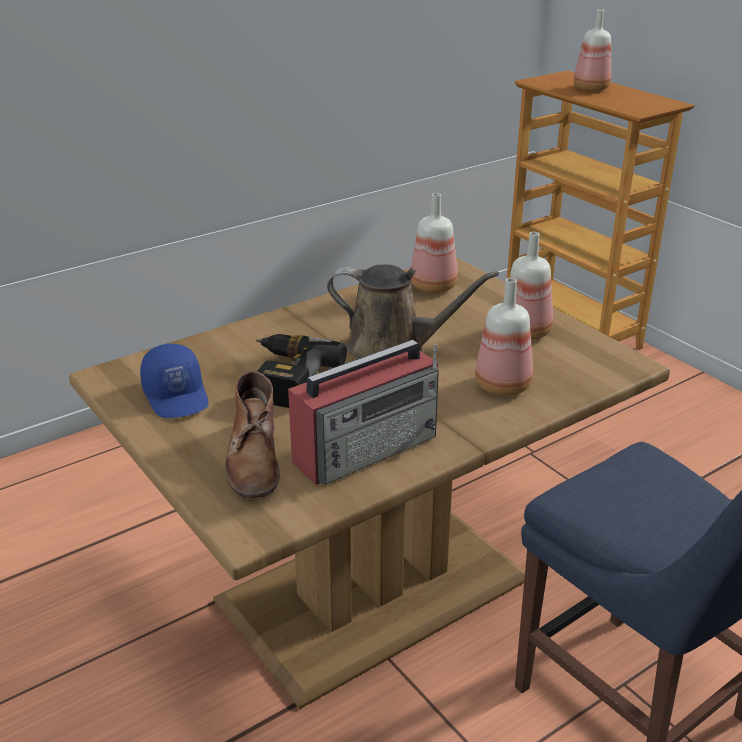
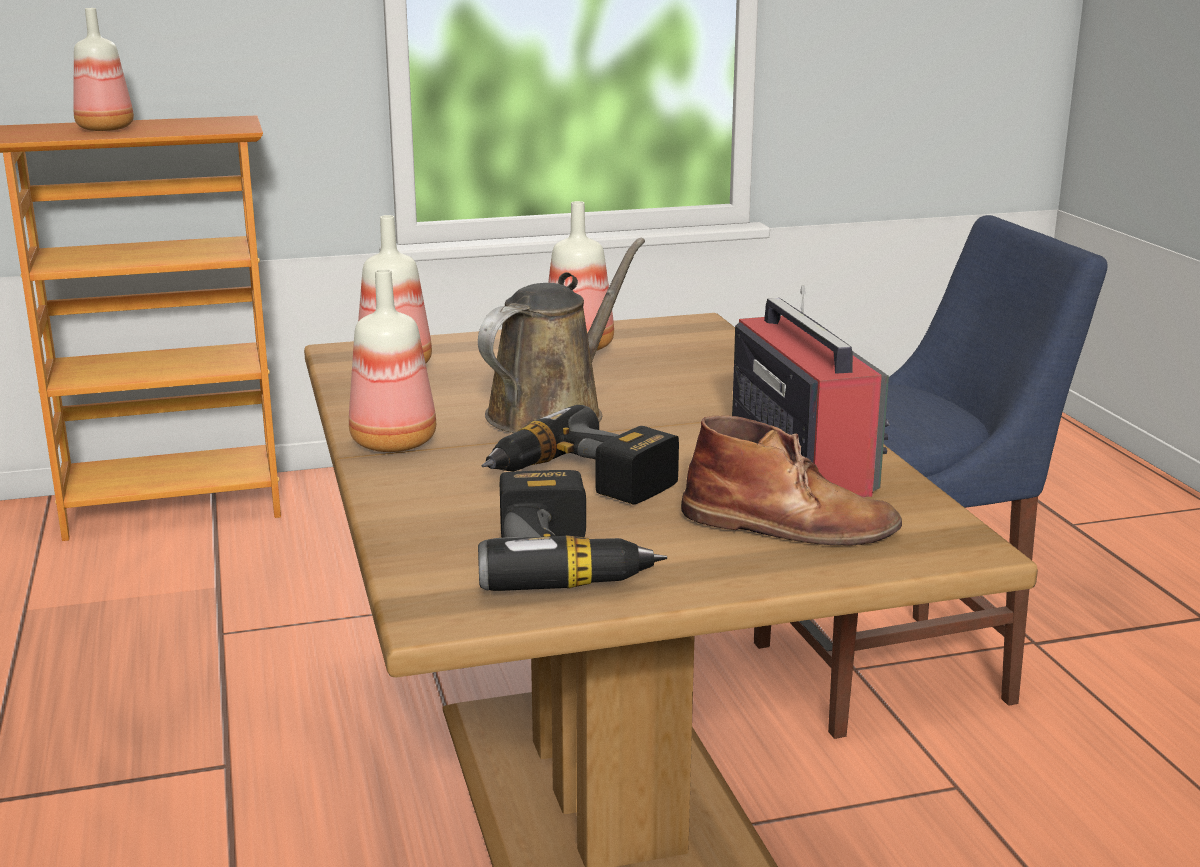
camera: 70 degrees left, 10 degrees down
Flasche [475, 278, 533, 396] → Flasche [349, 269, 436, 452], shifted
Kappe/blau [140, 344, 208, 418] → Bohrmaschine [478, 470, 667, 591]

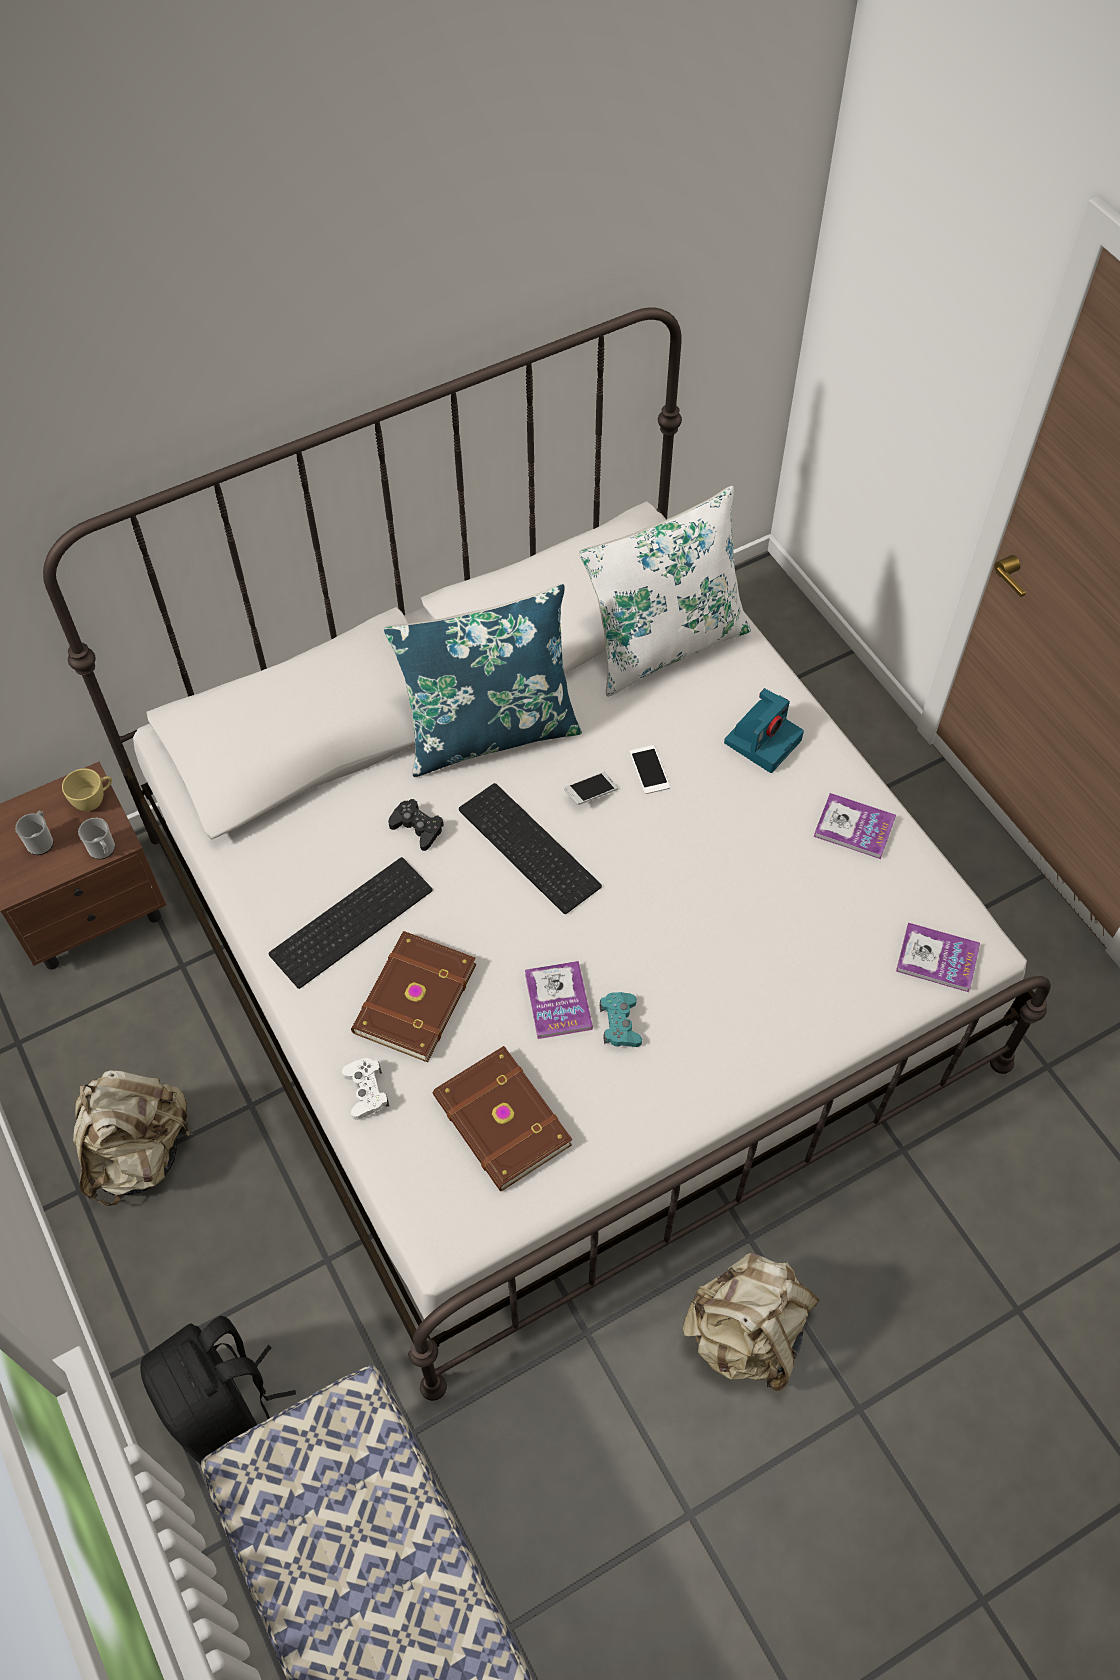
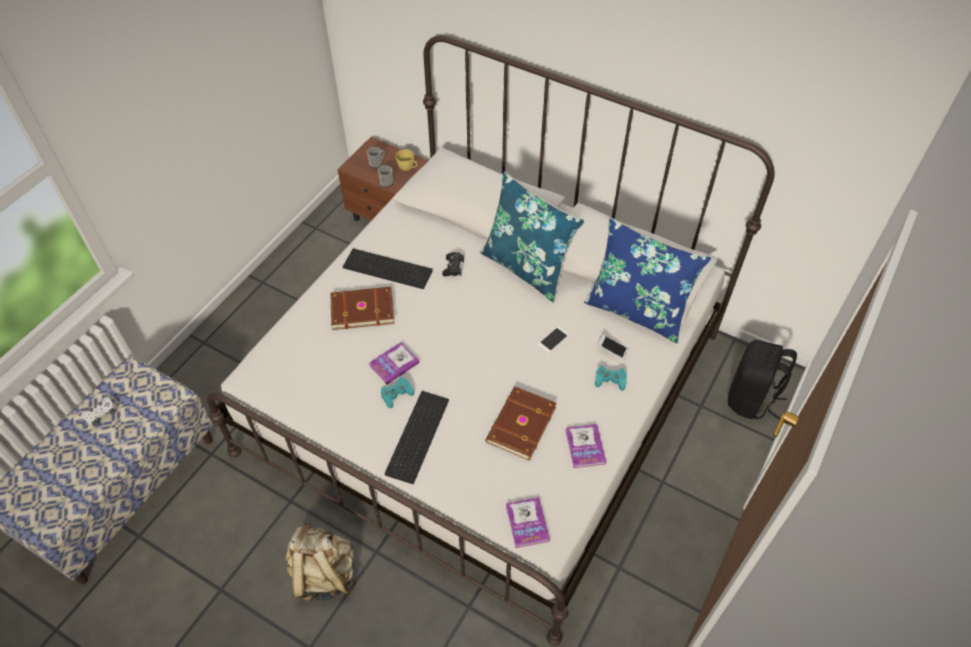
camera: 60 degrees right, 5 degrees down
Rucksack/beige [73, 1070, 194, 1206] → -
Rucksack/schwarz [140, 1316, 296, 1464] → Rucksack/schwarz [728, 340, 797, 420], shifted
Gamepad/weiß [342, 1058, 389, 1120] → Gamepad/weiß [81, 397, 115, 426], shifted
Buch/braun [433, 1046, 572, 1191] → Buch/braun [485, 387, 556, 461], shifted
Tastatur [459, 783, 602, 914] → Tastatur [384, 391, 449, 484], shifted
Handy [564, 772, 619, 805] → Handy [597, 334, 629, 360], shifted
Kamera [724, 688, 804, 773] → Gamepad/türkis [595, 366, 627, 391]
Kissen/weiß [579, 486, 751, 697] → Kissen/blau [584, 218, 711, 343]

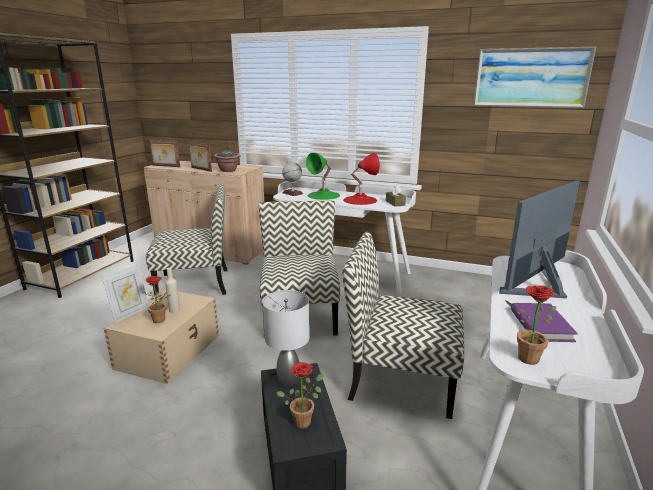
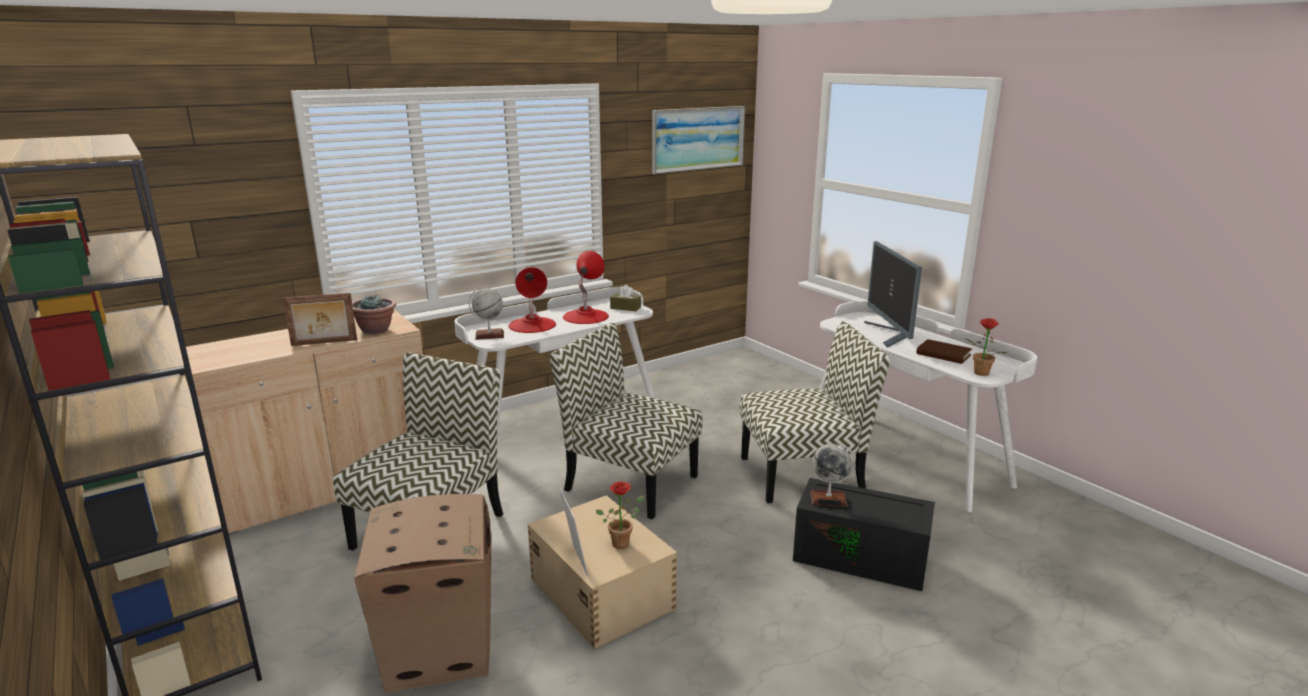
camera: 55 degrees left, 0 degrees up
Bilderrahmen [149, 140, 180, 167] → -
Flasche/beige [165, 268, 180, 313] → -
Topfpflanze [276, 362, 324, 429] → -
- → Karton [354, 494, 492, 693]
Tischlampe/grau [263, 290, 310, 388] → Globus [810, 444, 855, 507]
Tischlampe/grün [306, 153, 340, 200] → Tischlampe/rot [508, 267, 556, 333]
Buch/lila [511, 303, 578, 342] → Buch/braun [916, 339, 972, 364]
Stuhl [342, 232, 464, 419] → Stuhl [740, 321, 890, 503], 150 degrees counterclockwise

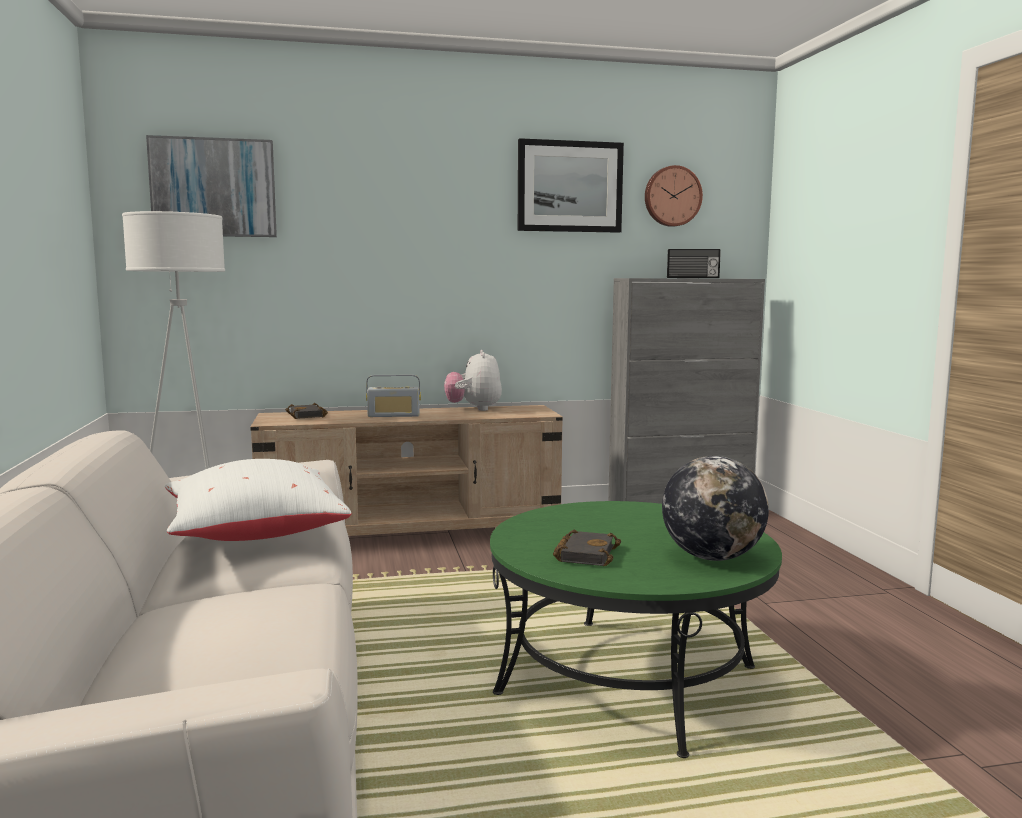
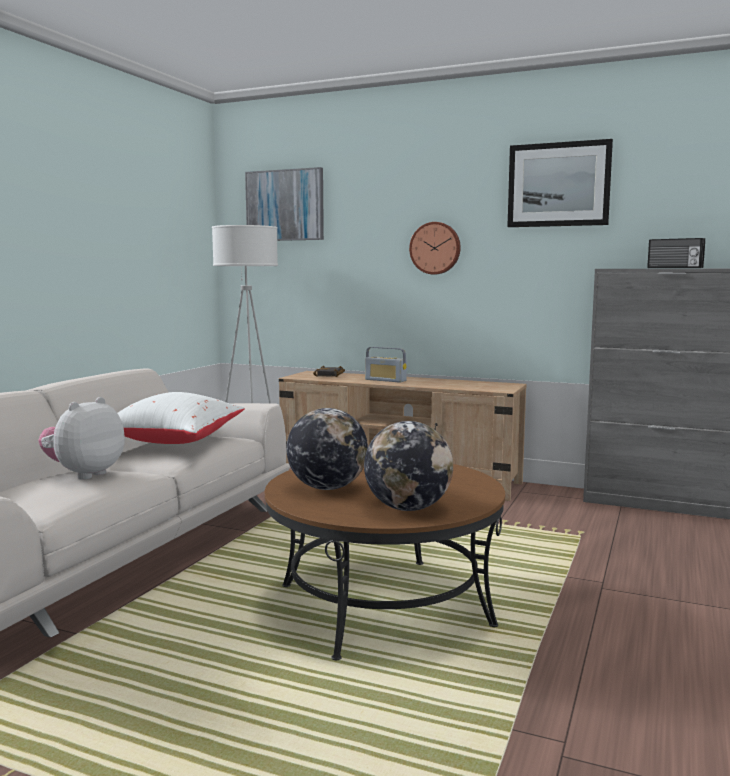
camera: 35 degrees right, 0 degrees up
Plüschtier [444, 350, 502, 411] → Plüschtier [38, 397, 125, 480], shifted
Wanduhr [645, 165, 703, 227] → Wanduhr [409, 222, 461, 274], shifted
Buch/schwarz [553, 529, 621, 566] → Globus [287, 408, 368, 490]
Couchtisch/grün [490, 501, 782, 758] → Couchtisch/braun [265, 464, 505, 660]

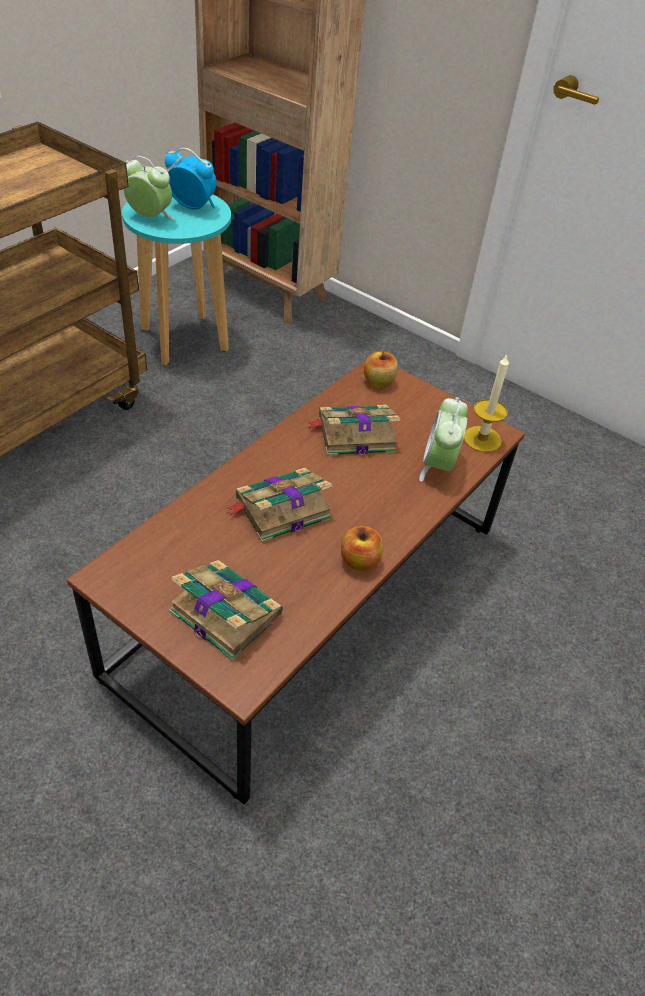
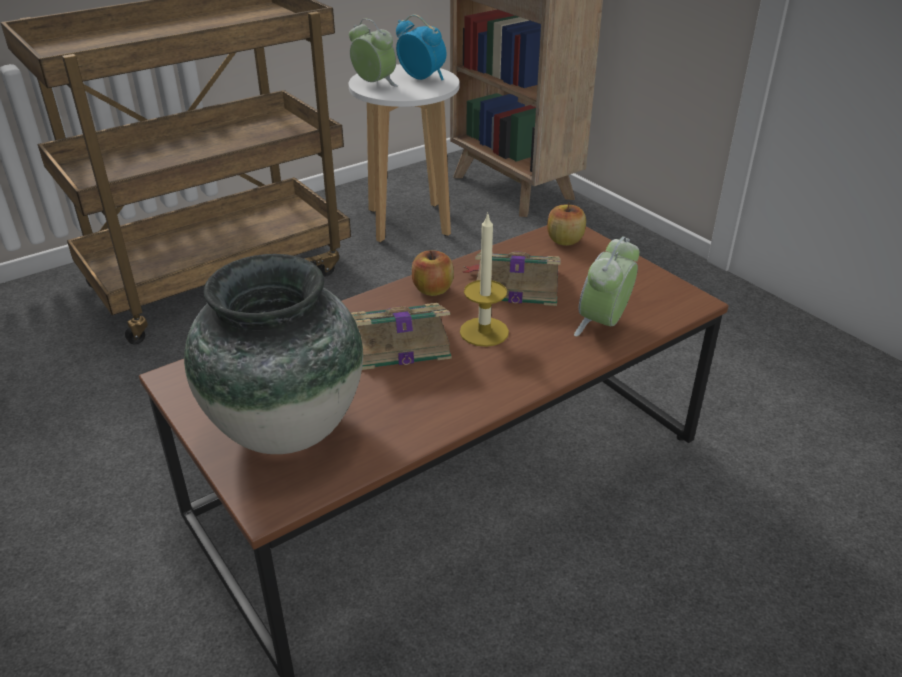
camera: 20 degrees right, 10 degrees down
Apfel [341, 526, 383, 571] → Apfel [412, 250, 454, 296], shifted
Kerze [464, 354, 509, 452] → Kerze [460, 212, 509, 347], shifted
Buch [169, 560, 283, 661] → Vase [184, 254, 363, 454]
Hocker/türkis [122, 194, 231, 365] → Hocker/weiß [349, 64, 459, 242]

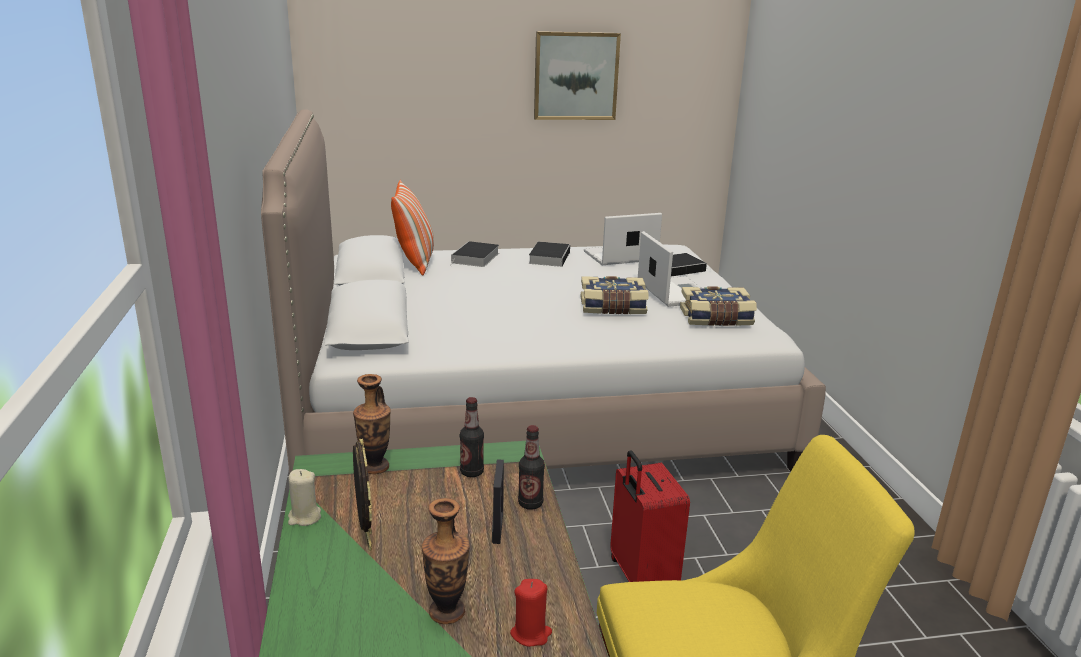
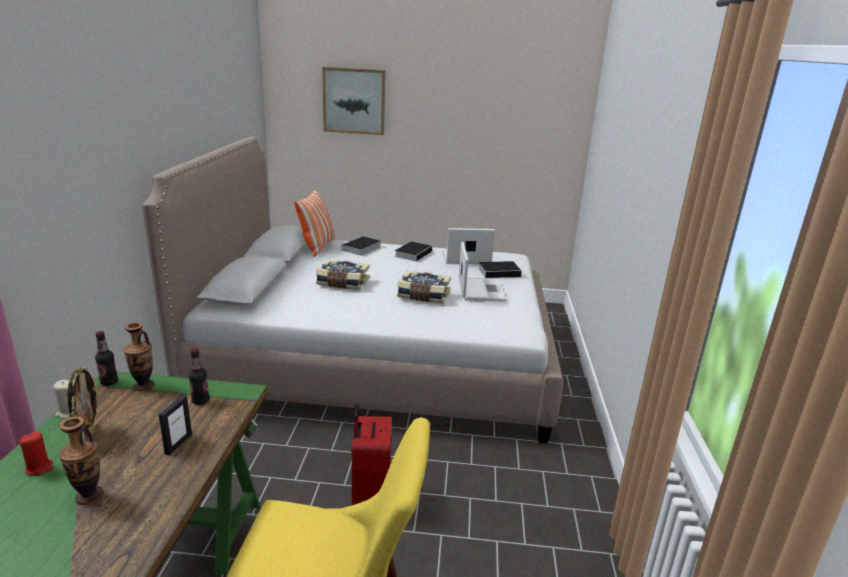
camera: 15 degrees right, 0 degrees up
Kerze/rot [510, 579, 552, 647] → Kerze/rot [20, 432, 53, 476], shifted
Flasche [518, 425, 545, 510] → Flasche [95, 331, 118, 386], shifted
Bild [534, 31, 621, 120] → Bild [322, 67, 385, 135], shifted
Buch [680, 286, 757, 326] → Buch [316, 259, 369, 290], shifted

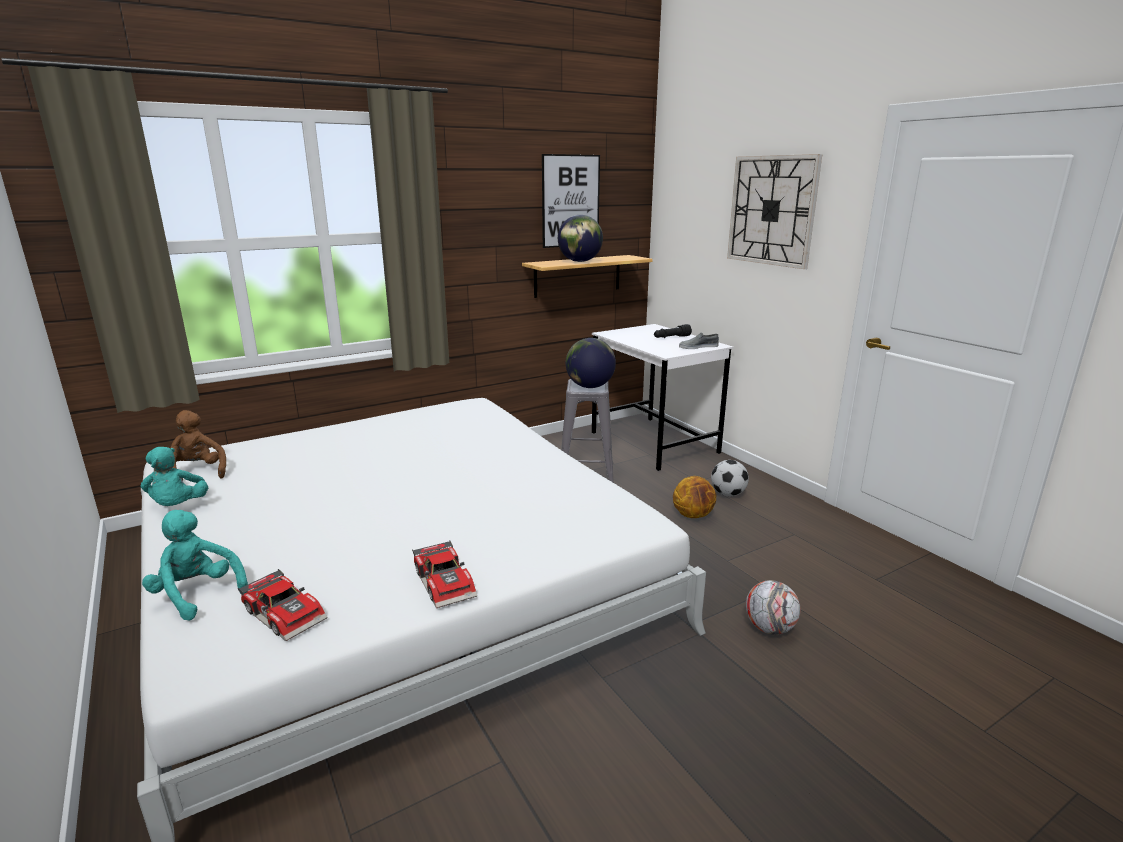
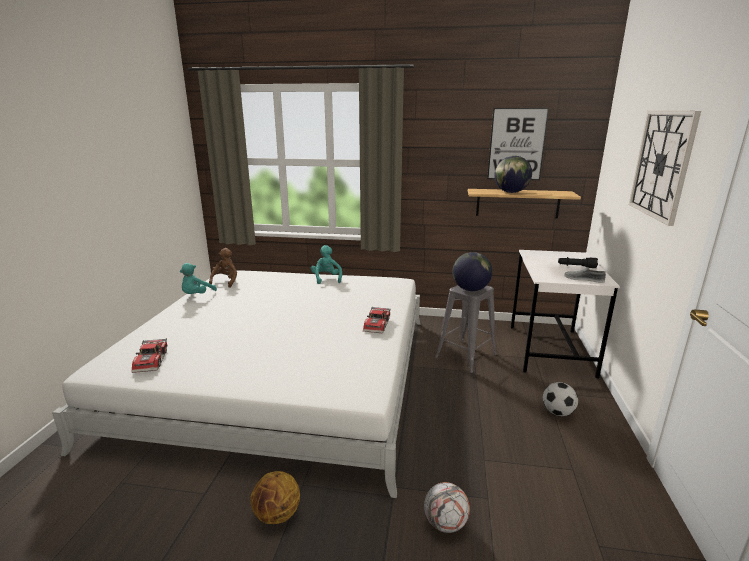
camera: 40 degrees right, 0 degrees up
Plüschtier/türkis [142, 510, 248, 620] → Plüschtier/türkis [311, 245, 342, 284], shifted
Spielzeugauto [412, 540, 477, 608] → Spielzeugauto [363, 307, 391, 334], shifted
Basketball [673, 476, 716, 518] → Basketball [250, 471, 300, 524], shifted

